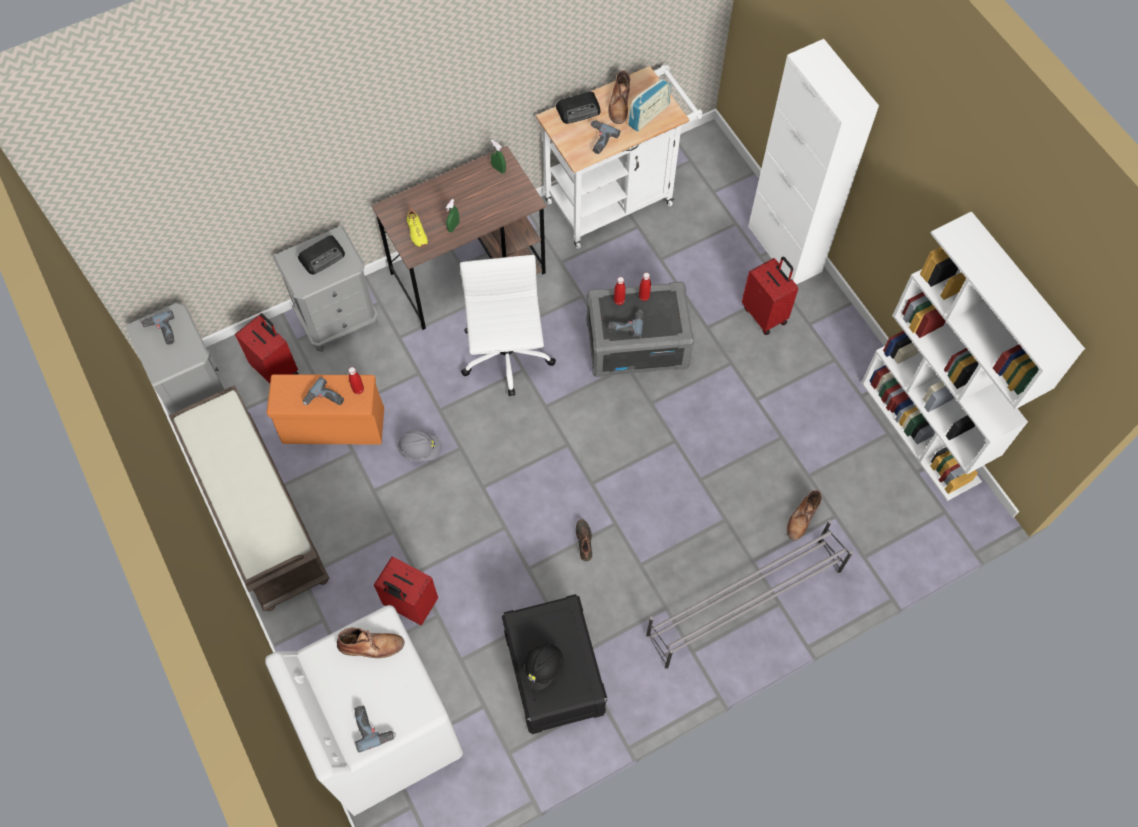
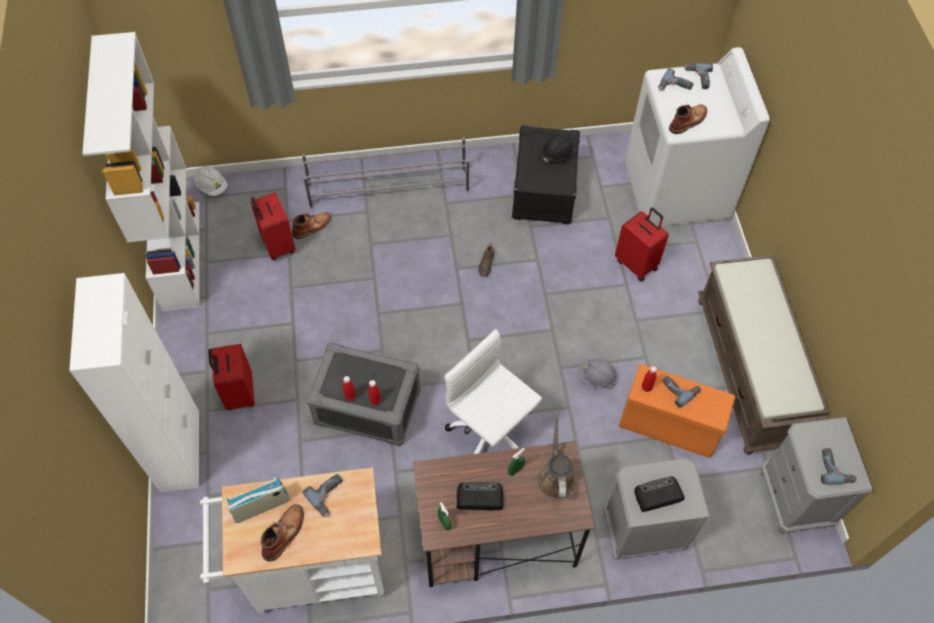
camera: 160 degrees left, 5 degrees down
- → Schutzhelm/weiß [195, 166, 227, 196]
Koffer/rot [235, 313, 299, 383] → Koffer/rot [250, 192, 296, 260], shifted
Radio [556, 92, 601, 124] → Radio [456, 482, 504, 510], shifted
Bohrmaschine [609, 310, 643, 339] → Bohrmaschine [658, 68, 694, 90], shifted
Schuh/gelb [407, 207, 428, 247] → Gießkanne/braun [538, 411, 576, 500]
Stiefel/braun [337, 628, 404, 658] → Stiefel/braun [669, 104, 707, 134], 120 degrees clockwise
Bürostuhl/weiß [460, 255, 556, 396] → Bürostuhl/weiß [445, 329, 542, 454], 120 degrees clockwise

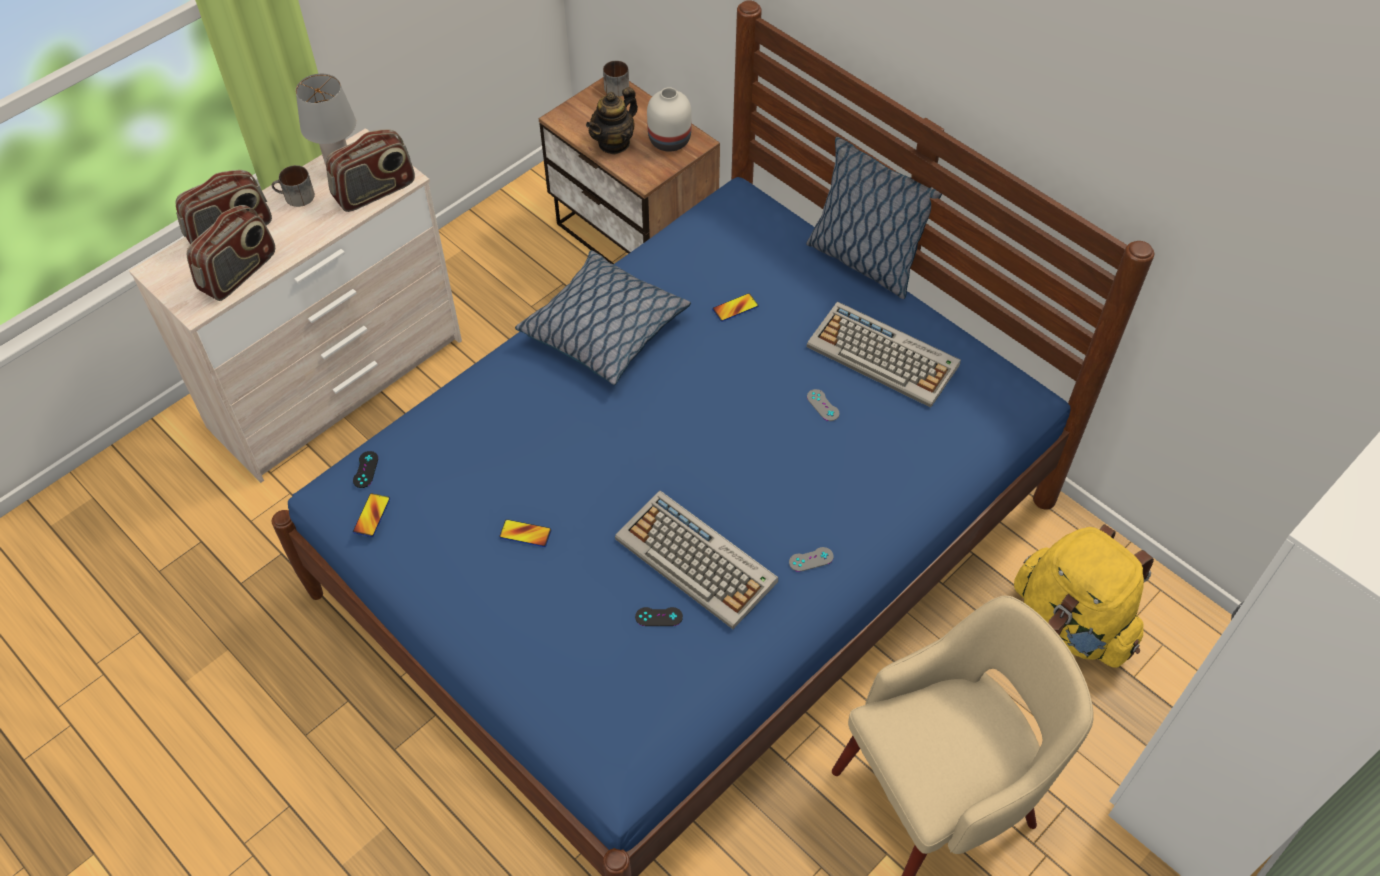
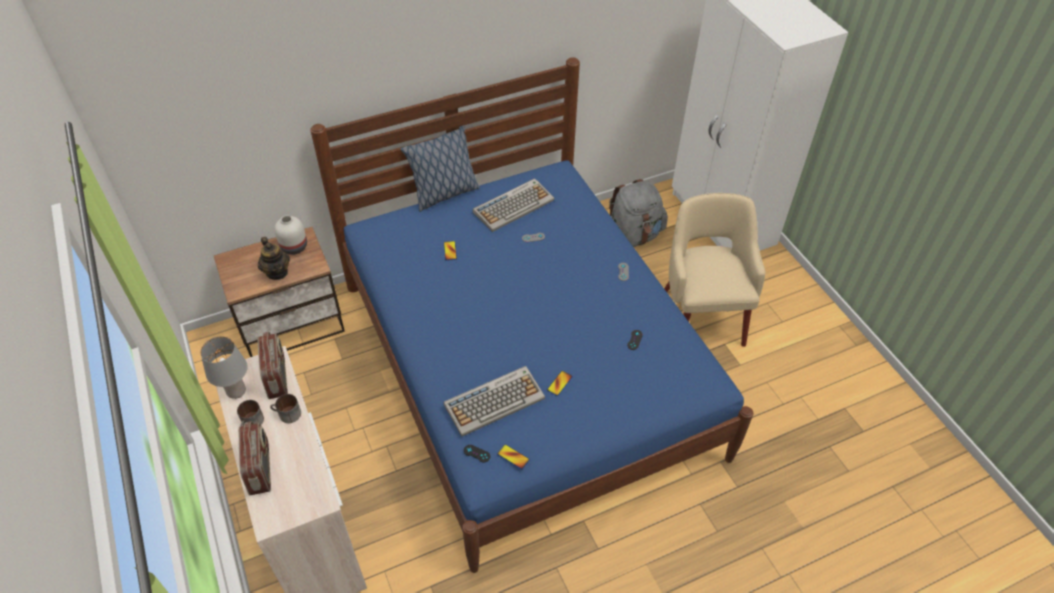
camera: 70 degrees left, 5 degrees down
Radio [187, 205, 275, 301] → -
Kissen [515, 250, 691, 385] → -
Henkelbecher [603, 61, 629, 96] → Henkelbecher [270, 394, 301, 423], shifted
Tastatur [615, 491, 778, 629] → Tastatur [444, 366, 545, 436], shifted
Rucksack/gelb [1014, 524, 1154, 668] → Rucksack/grau [609, 179, 668, 247]

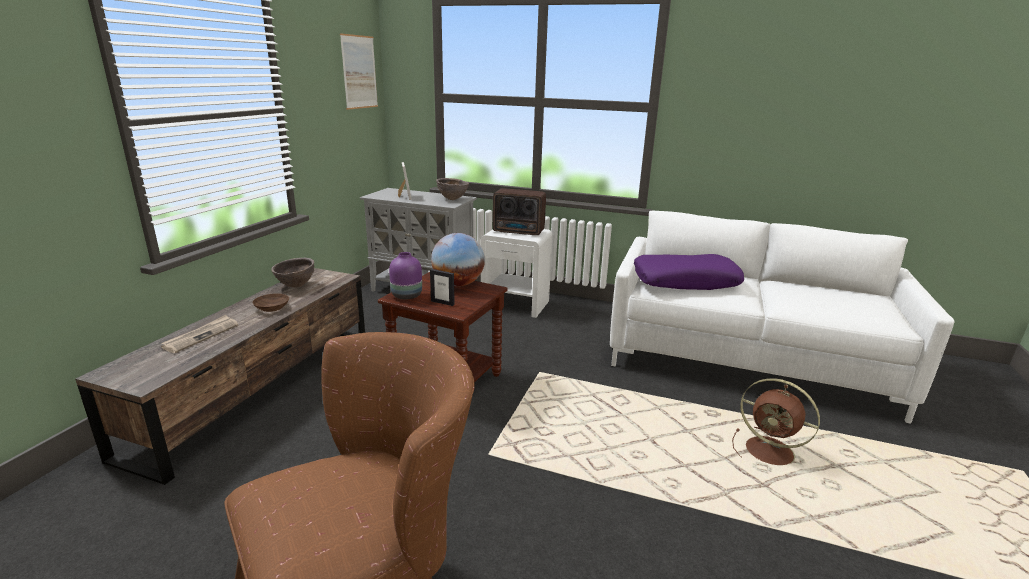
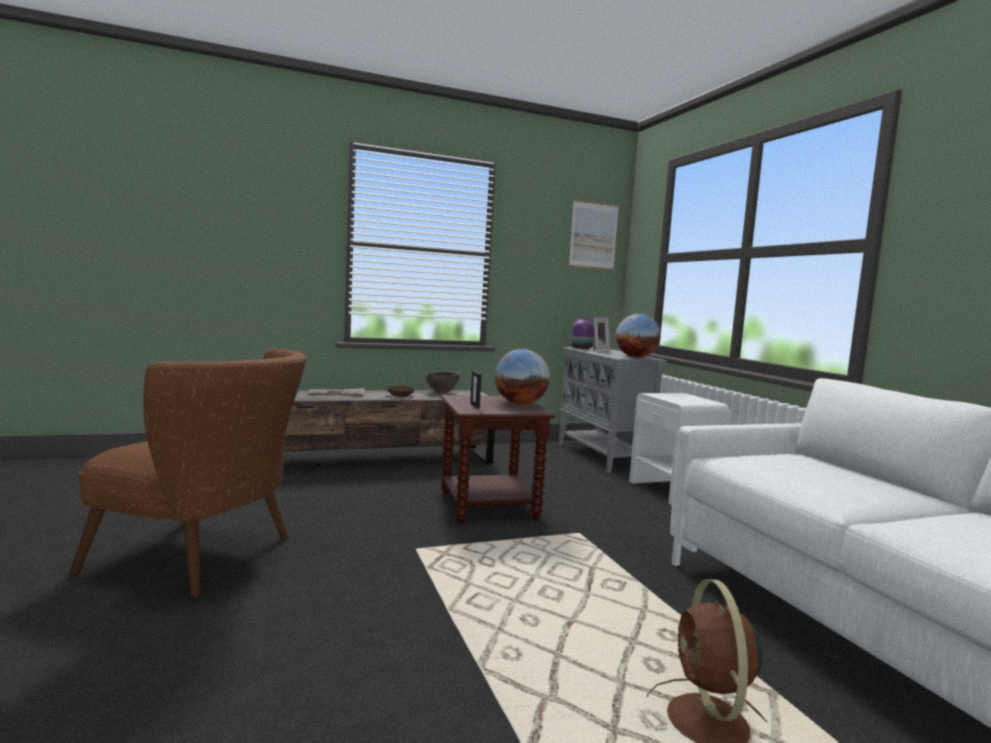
camera: 50 degrees right, 15 degrees down
Radio [493, 189, 546, 235] → -
Kissen/lila [634, 254, 744, 290] → -
Vase/lila [389, 252, 422, 299] → Vase/lila [571, 317, 594, 349], shifted
Schüssel/braun [436, 178, 469, 200] → Globus [616, 314, 661, 357]

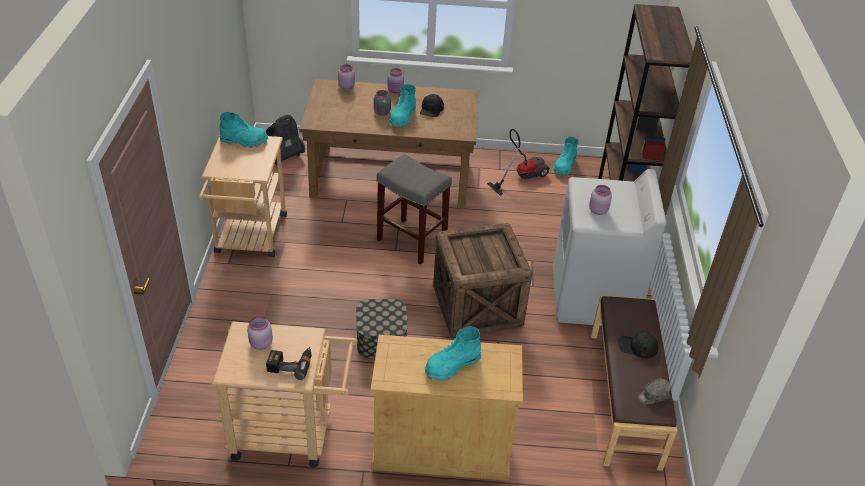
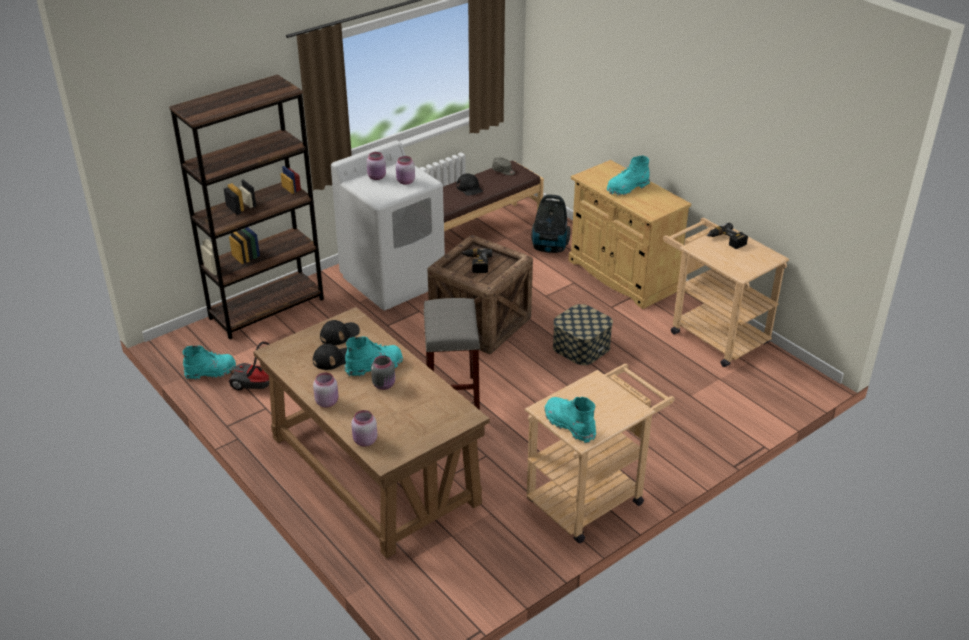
camera: 130 degrees left, 5 degrees down
- → Kappe/schwarz [320, 320, 360, 345]
- → Bohrmaschine [461, 249, 492, 273]
Vorratsglas/rosa [247, 316, 273, 350] → Vorratsglas/rosa [367, 152, 386, 180], shifted
Staubsauger [266, 115, 305, 165] → Staubsauger [531, 195, 570, 253], shifted
Stiefel/türkis [425, 326, 482, 381] → Stiefel/türkis [607, 156, 650, 195], 135 degrees clockwise

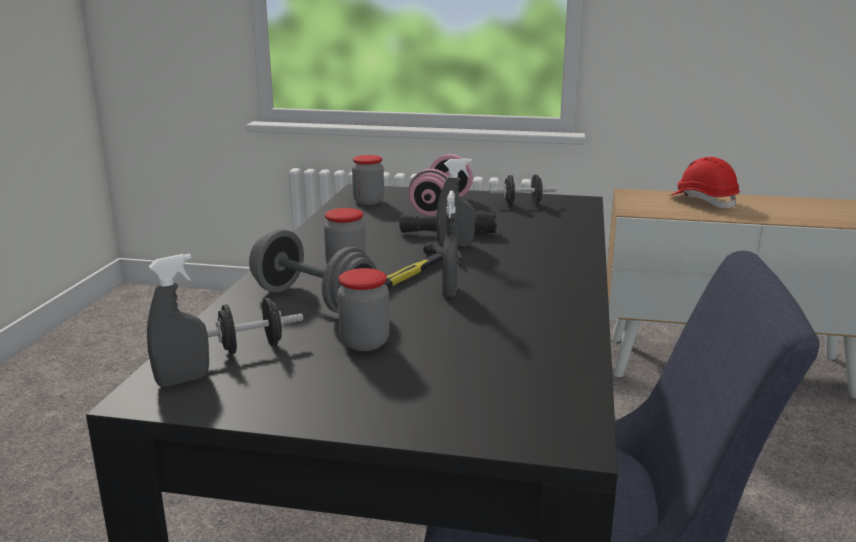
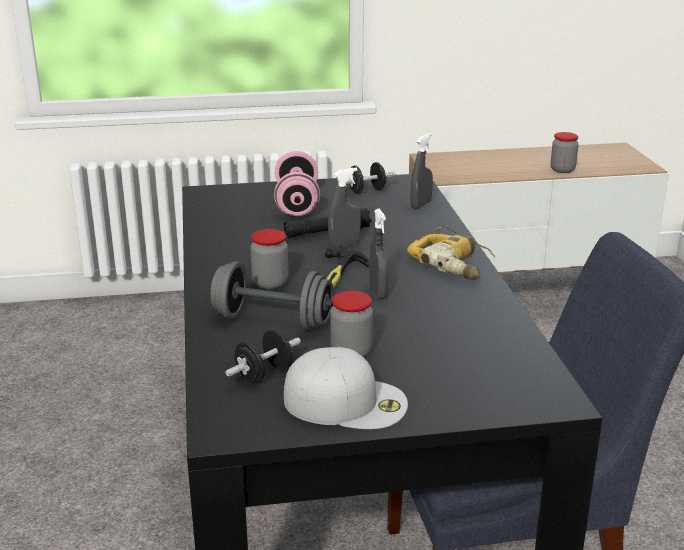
camera: 20 degrees left, 5 degrees up
Schutzhelm/rot [670, 157, 740, 209] → -
- → Kappe/weiß [284, 347, 408, 429]
- → Bohrmaschine [407, 225, 496, 280]
Sprühflasche/grau [147, 254, 209, 387] → Sprühflasche/grau [410, 133, 433, 209], shifted
Vorratsglas [352, 155, 384, 205] → Vorratsglas [551, 132, 579, 173], shifted

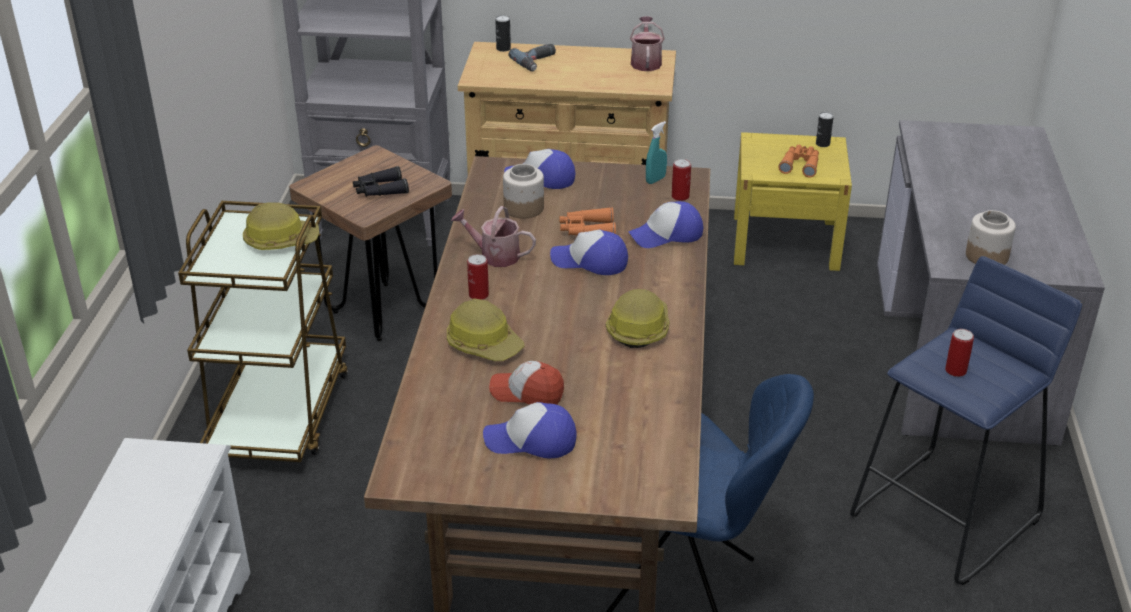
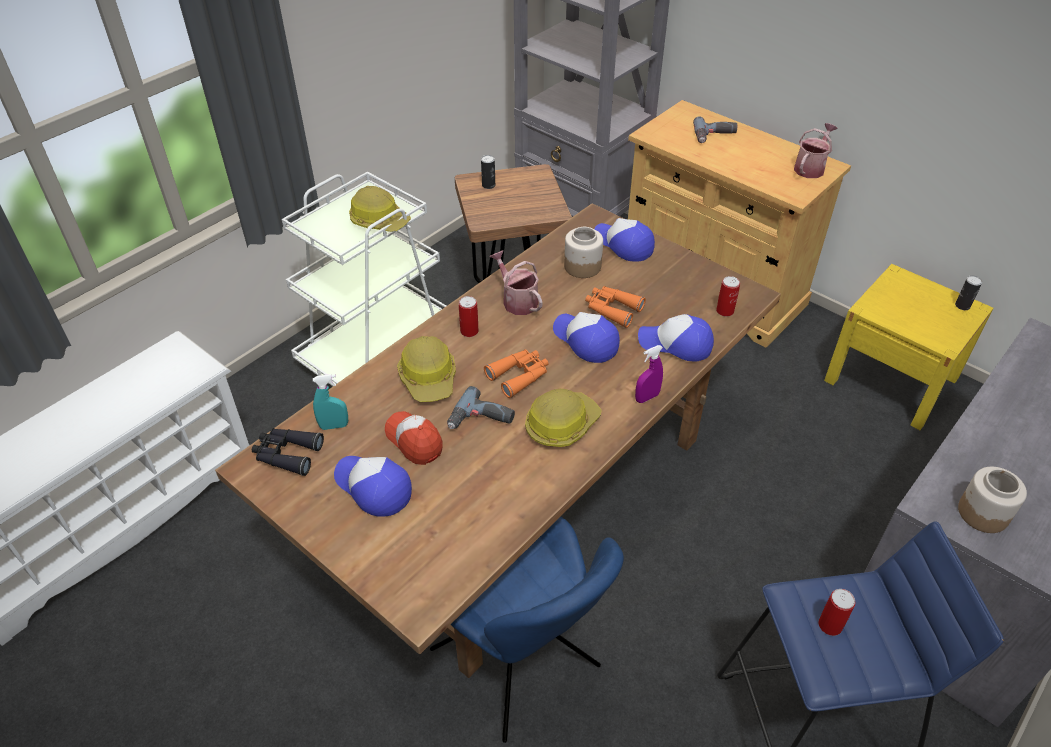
camera: 35 degrees right, 10 degrees up
- → Bohrmaschine [447, 386, 515, 429]
- → Sprühflasche/lila [635, 345, 663, 403]
Fernglas/schwarz [353, 166, 409, 197] → Fernglas/schwarz [252, 428, 324, 476], shifted
Dose [495, 15, 511, 52] → Dose [481, 155, 495, 189], shifted
Sprühflasche/türkis [646, 121, 667, 184] → Sprühflasche/türkis [313, 374, 348, 430], shifted
Fernglas/orange [779, 145, 819, 178] → Fernglas/orange [484, 349, 549, 398], shifted
Rollwagen/braun [178, 201, 348, 462] → Rollwagen/weiß [282, 171, 446, 386]

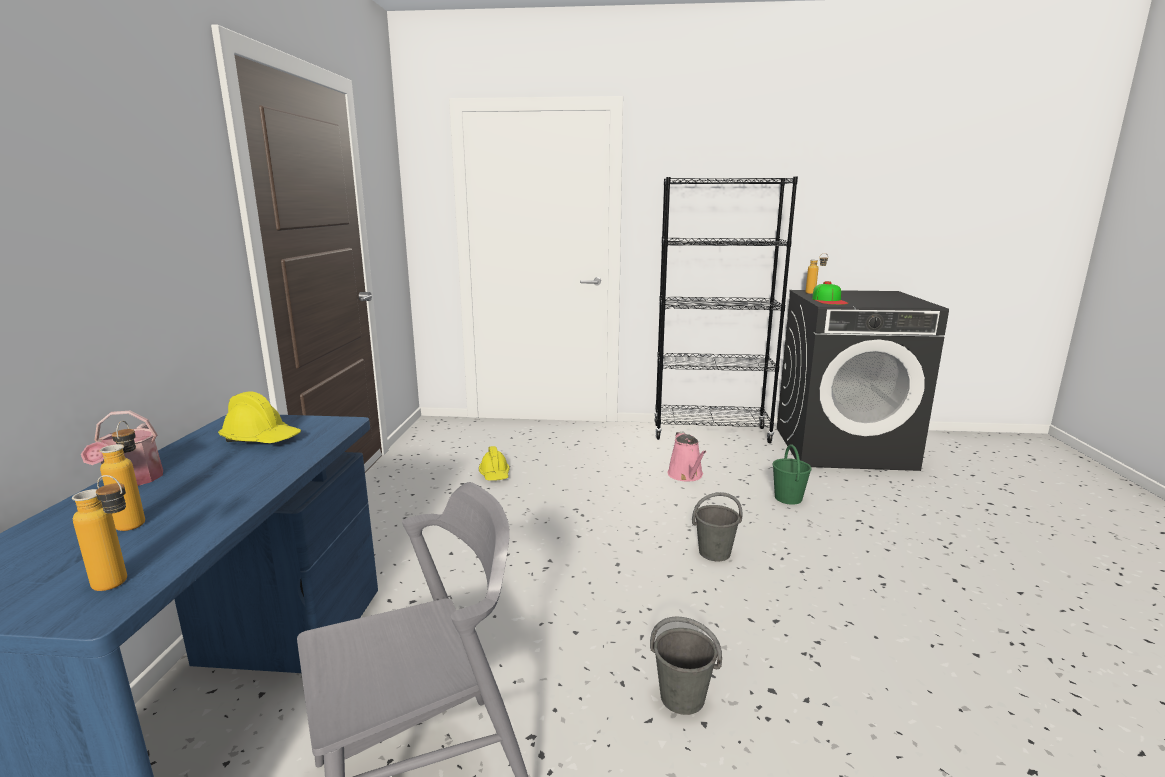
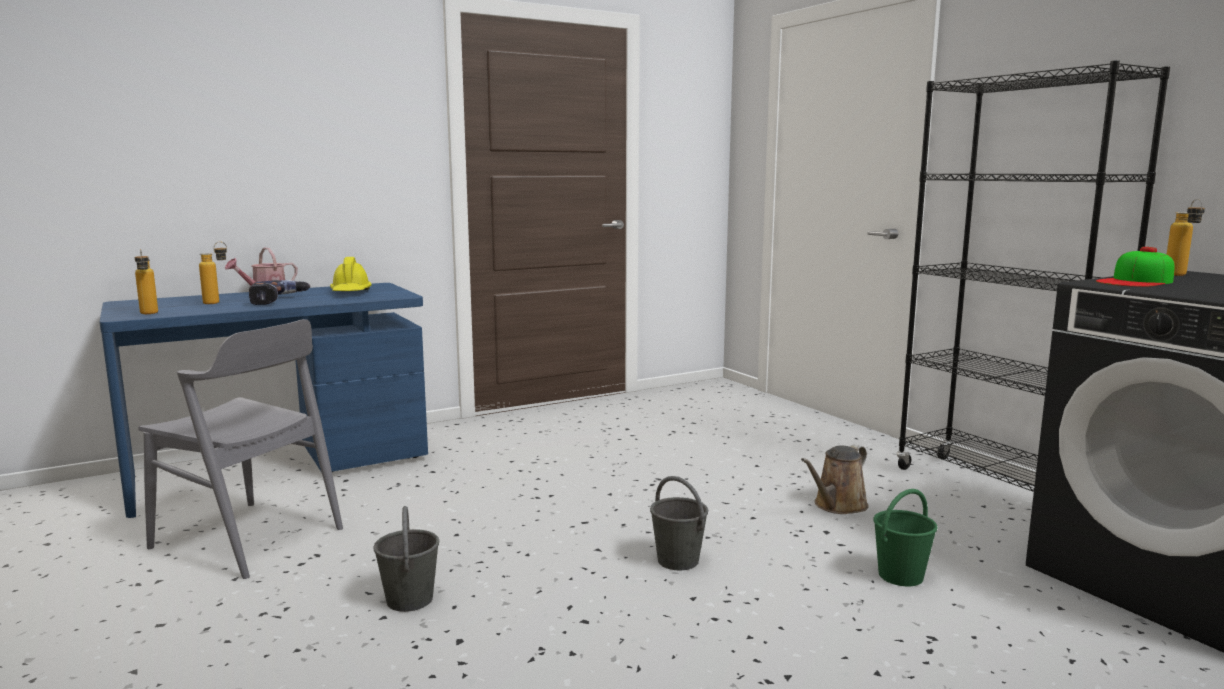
camera: 55 degrees right, 5 degrees down
Schutzhelm/gelb [479, 446, 510, 481] → -
- → Bohrmaschine [249, 280, 310, 305]
Gießkanne/rosa [668, 432, 706, 481] → Gießkanne/braun [801, 445, 869, 514]

